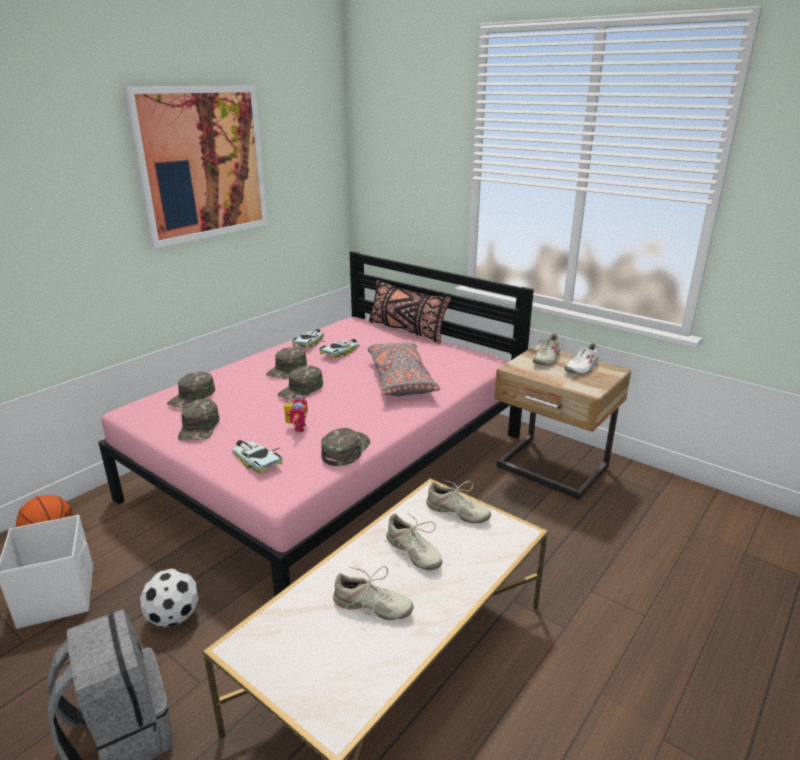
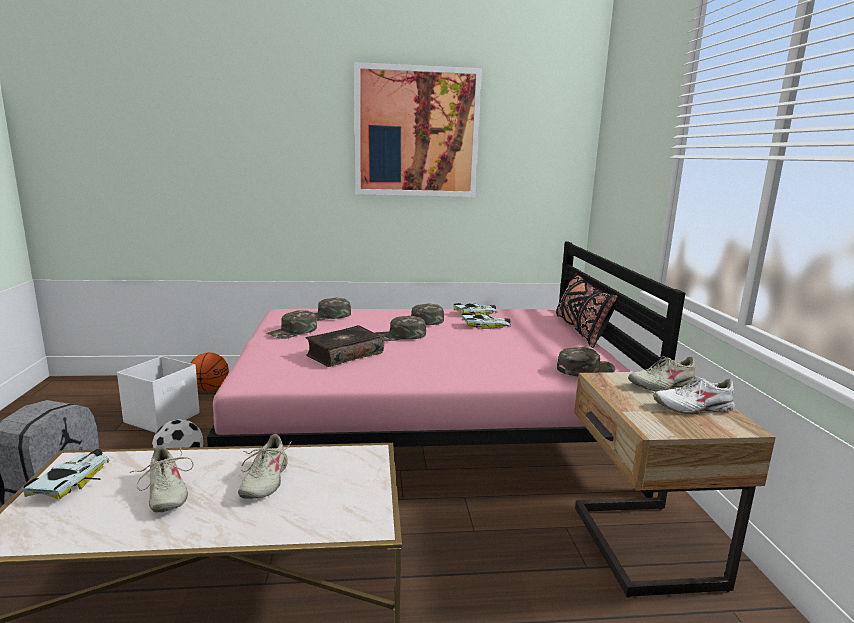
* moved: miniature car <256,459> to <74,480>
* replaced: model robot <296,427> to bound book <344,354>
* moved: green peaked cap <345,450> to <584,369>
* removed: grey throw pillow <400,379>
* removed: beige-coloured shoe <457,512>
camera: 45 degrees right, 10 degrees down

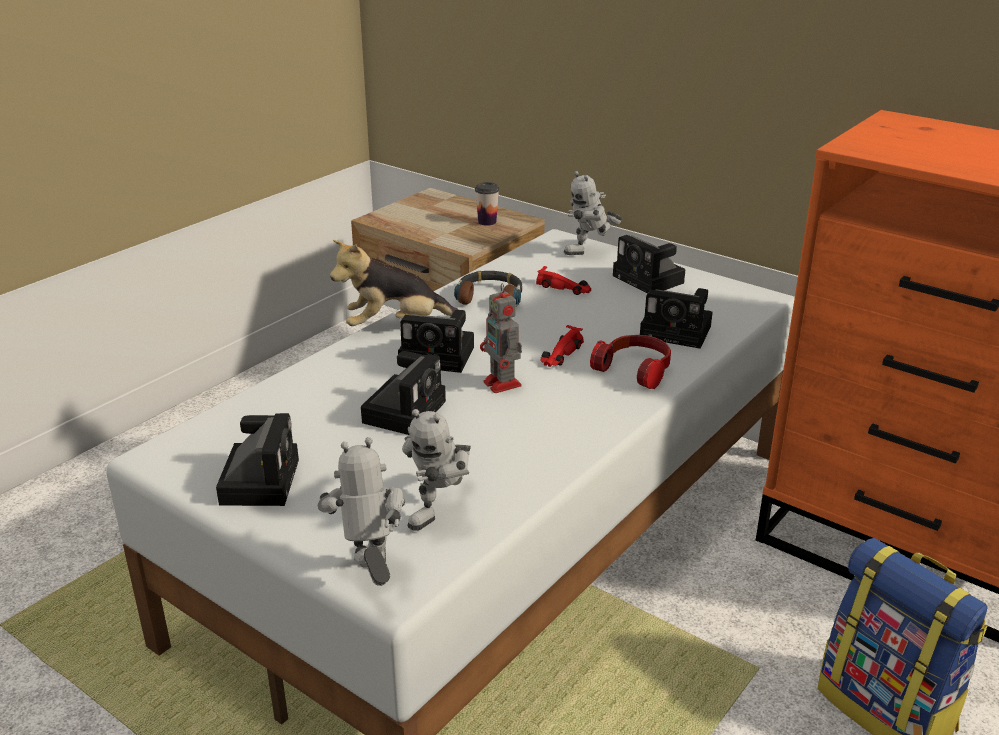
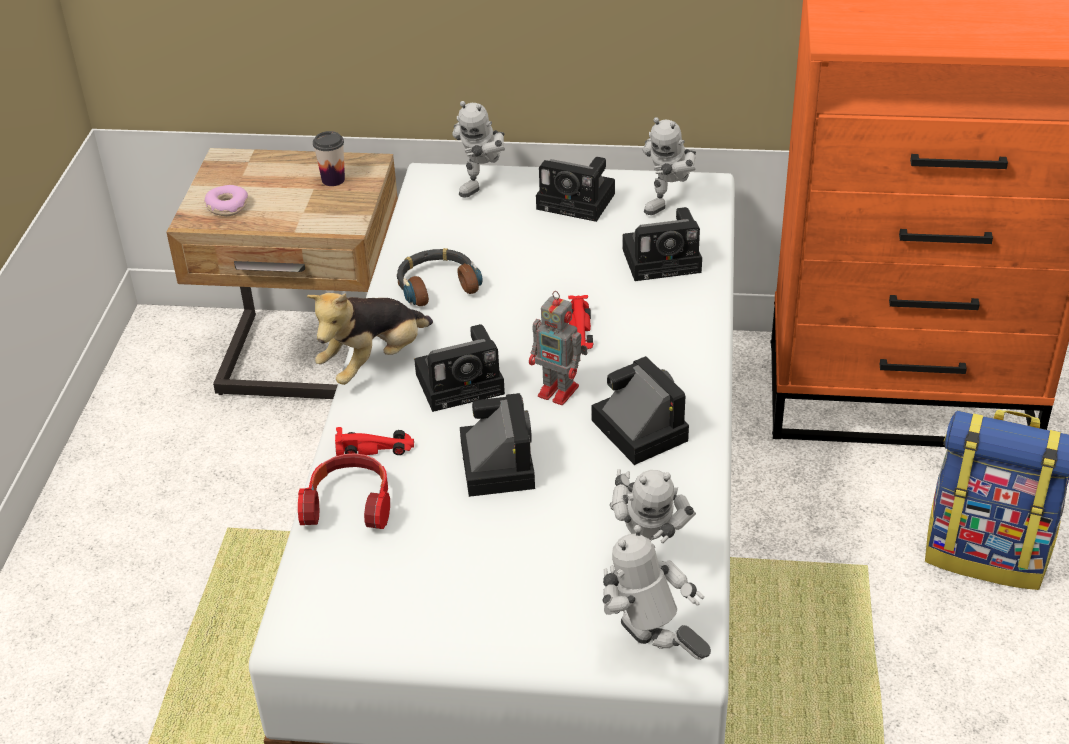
* added: ring doughnut <227,207>
* moved: pair of headphones <635,370> to <349,504>
* moved: reddish miniature car <564,288> to <375,448>
* moved: photo camera <260,479> to <636,428>
* added: model robot <671,203>
camera: 30 degrees left, 10 degrees up

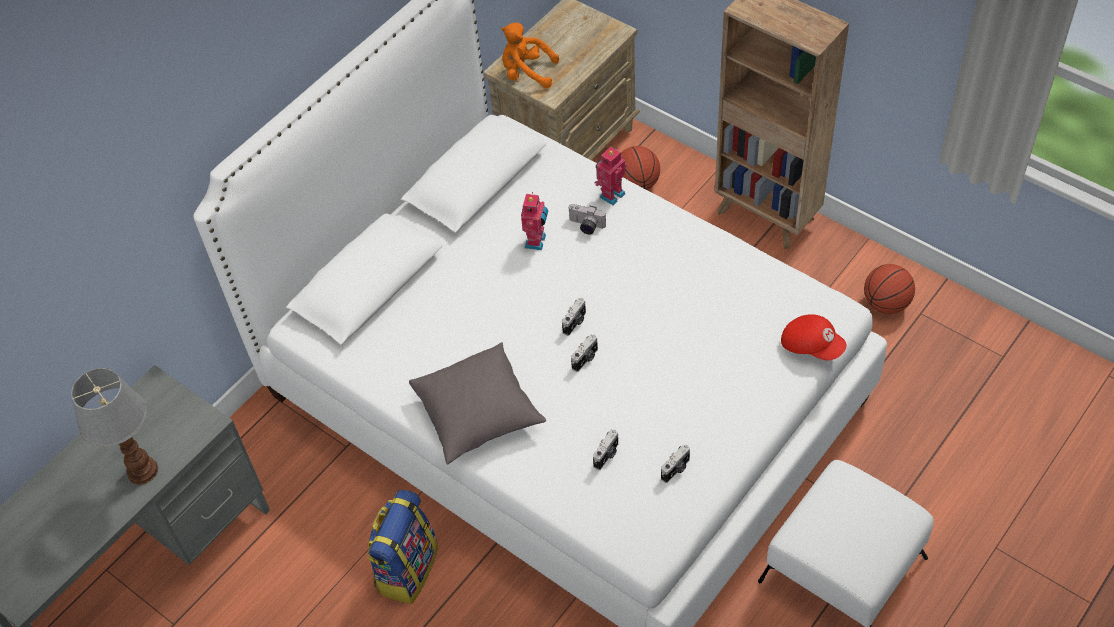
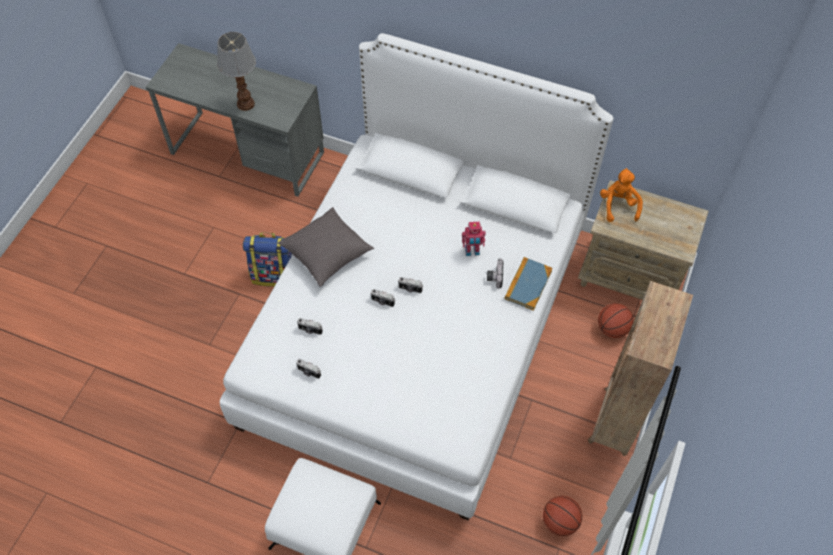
* replaced: model robot <611,194> to bound book <528,285>
* removed: reddish peaked cap <811,345>
camera: 70 degrees right, 5 degrees up

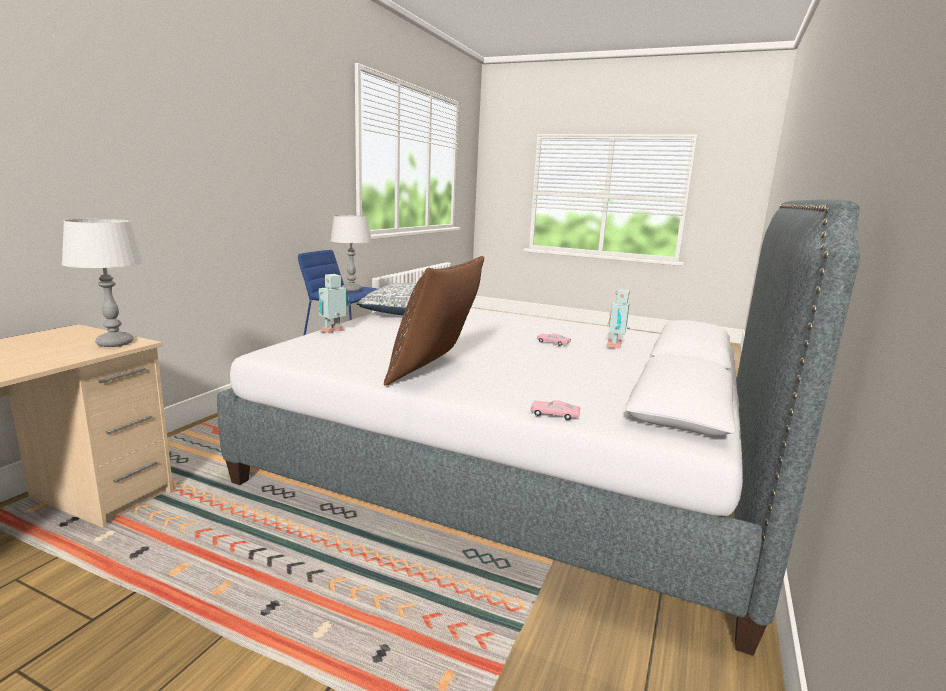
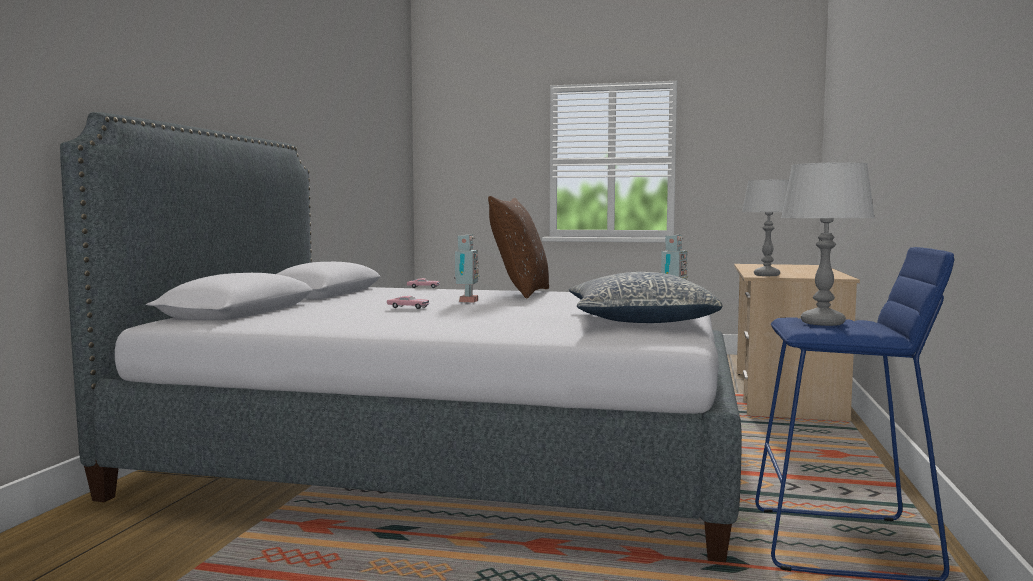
* moved: model robot <616,346> to <466,302>
camera: 170 degrees right, 10 degrees down

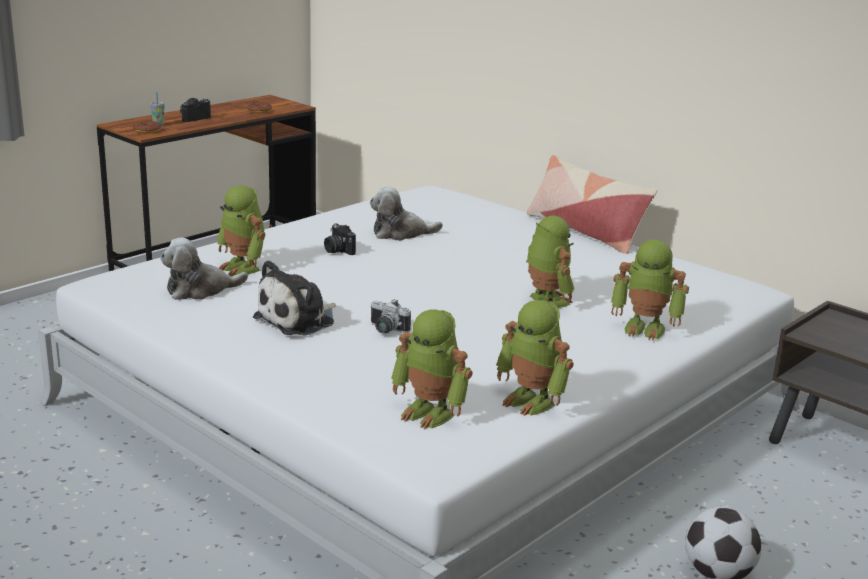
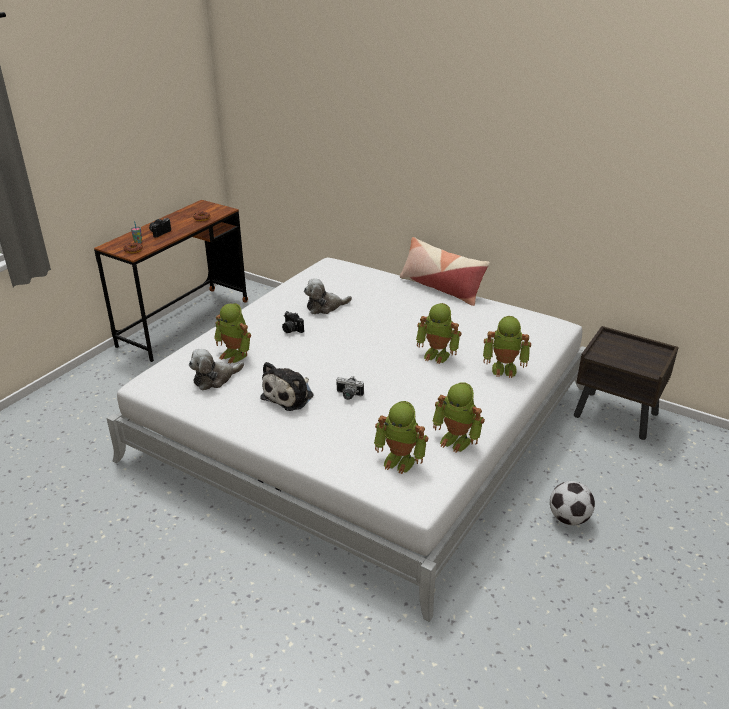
* turned: model robot <545,301> = <437,354> 150 degrees clockwise
camera: 10 degrees left, 10 degrees up

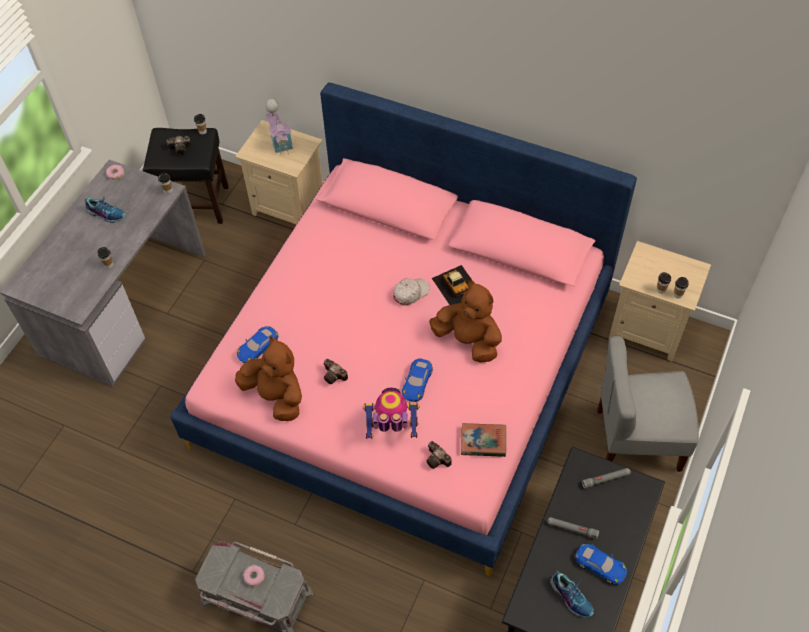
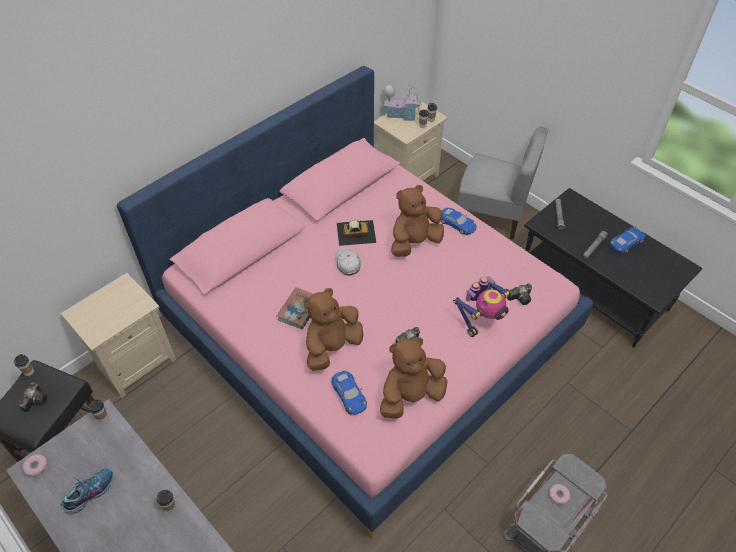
* moved: bound book <483,442> to <299,310>
* added: brown plush toy <332,347>
* moved: miniature house <280,140> to <402,115>
* moved: blue miniature car <417,382> to <457,223>
* turned: model robot <392,430> = <482,319> 150 degrees counterclockwise
* turned: grey upright chair <637,438> = <491,215> 90 degrees counterclockwise
* removed: shoe <571,597>
camera: 70 degrees left, 5 degrees down

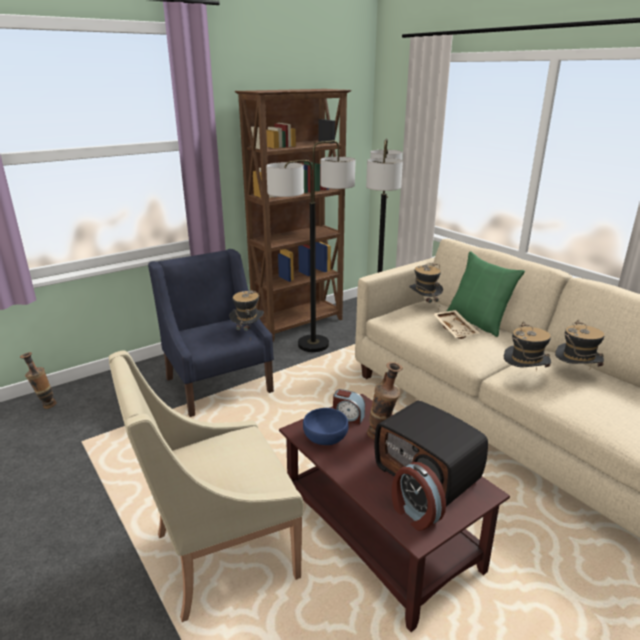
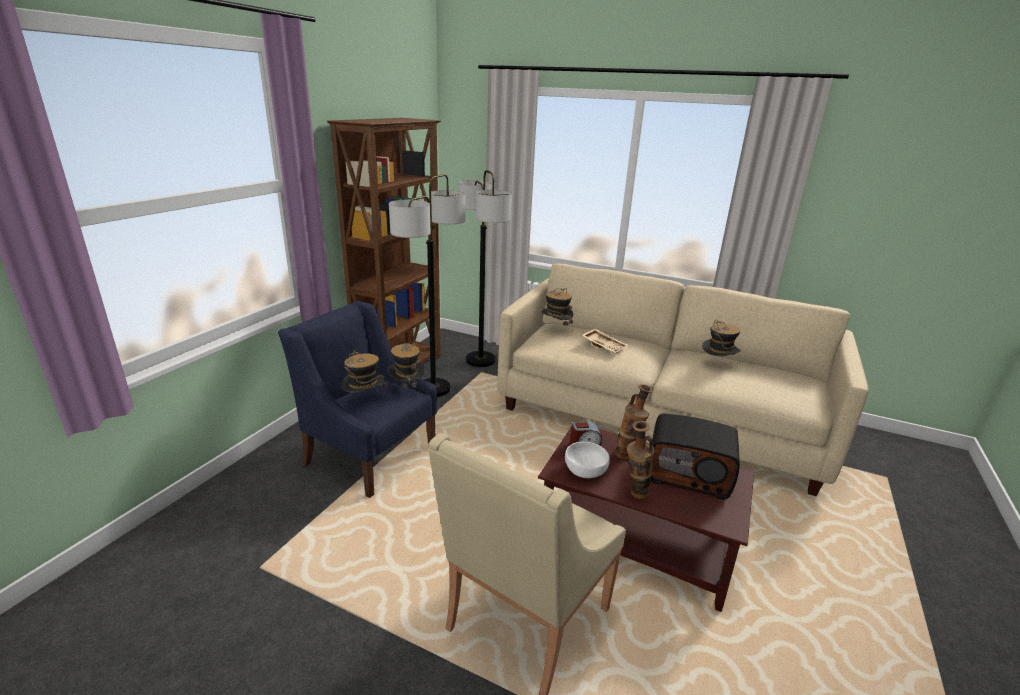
* moved: wearable hat <523,378> to <365,401>
* recoloured: blue deep dish <324,437> to white deep dish <585,470>
* moved: flower vase <45,406> to <634,495>
* removed: bedside clock <414,514>
* removed: green throw pillow <478,322>
camera: 30 degrees left, 0 degrees up

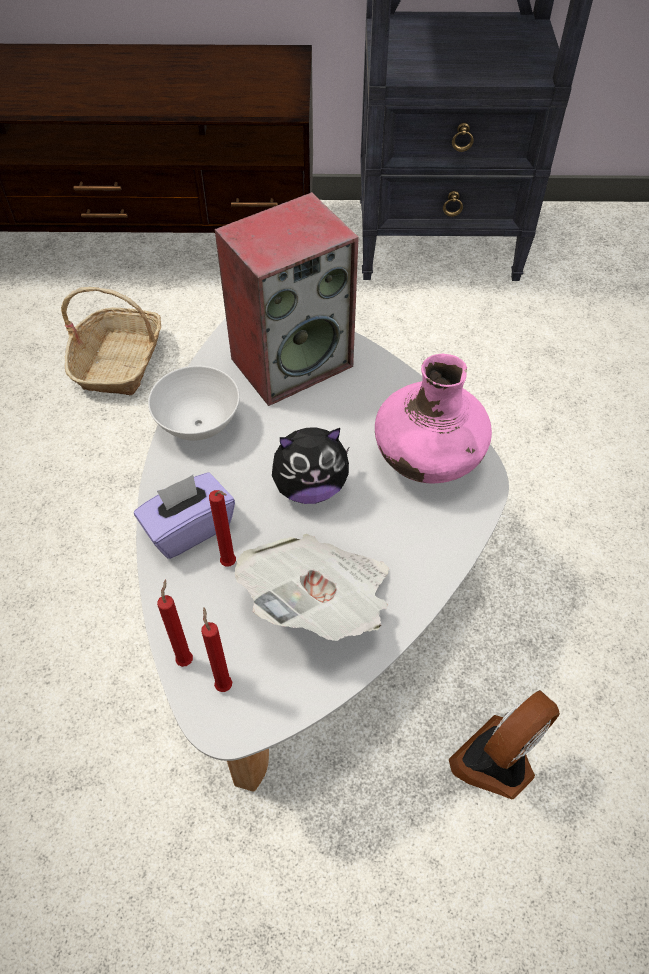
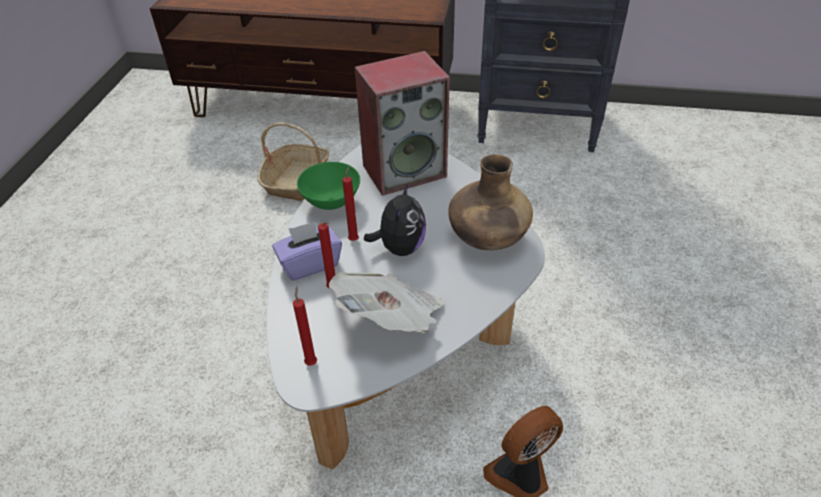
* recoloured: white deep dish <199,425> to green deep dish <332,203>
* moved: reddish wax candle <185,658> to <354,239>
* turned: plush toy <310,487> = <400,247> 75 degrees counterclockwise
* recoloured: pink-coloured flower vase <427,460> to brown flower vase <487,239>
camera: 10 degrees right, 10 degrees down

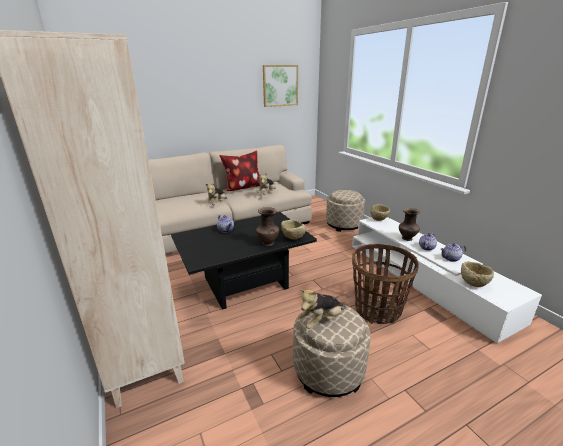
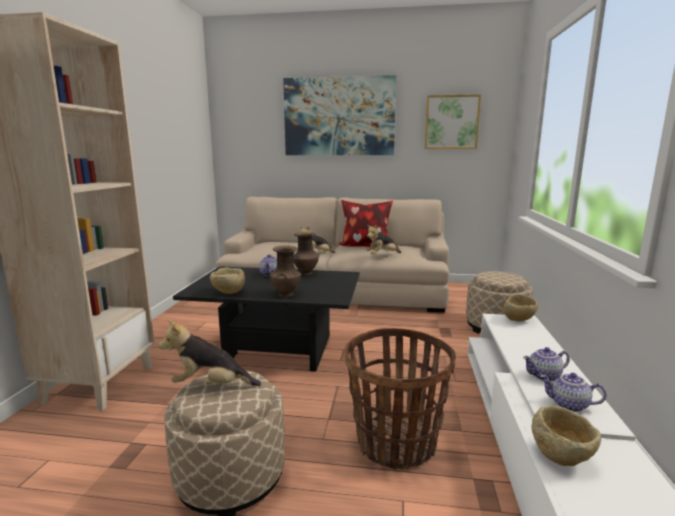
* moved: beige-coloured deep dish <292,238> to <228,292>
* added: wall picture <339,117>
* moved: brown flower vase <407,239> to <305,273>
camera: 35 degrees right, 10 degrees down

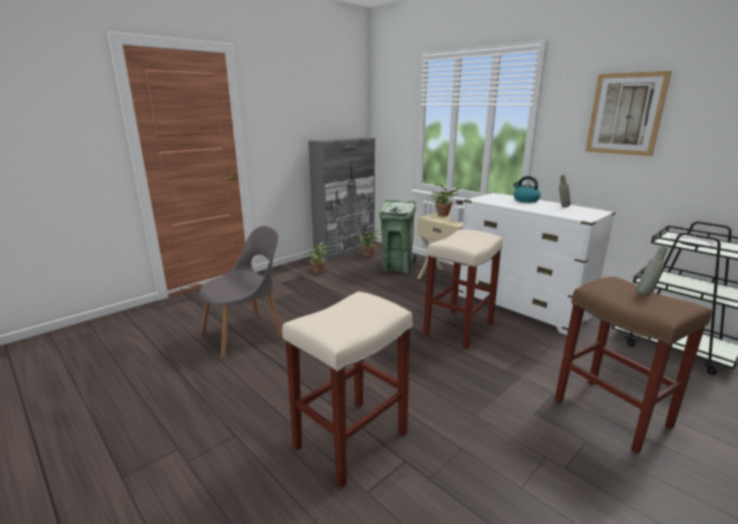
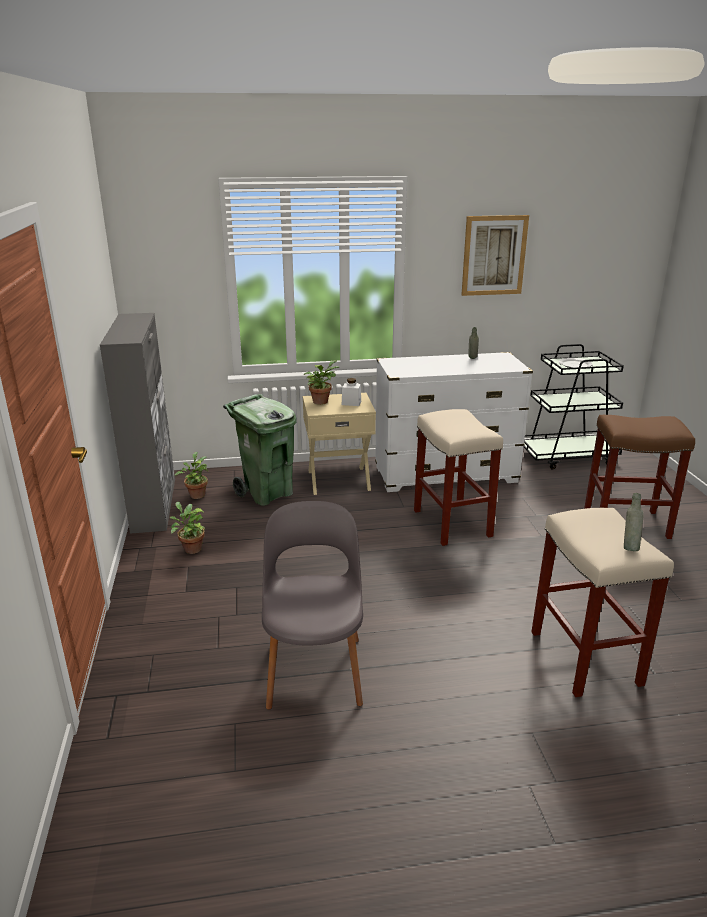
* moved: grey beverage bottle <646,294> to <629,547>
* removed: kettle <525,200>
camera: 55 degrees left, 5 degrees up

